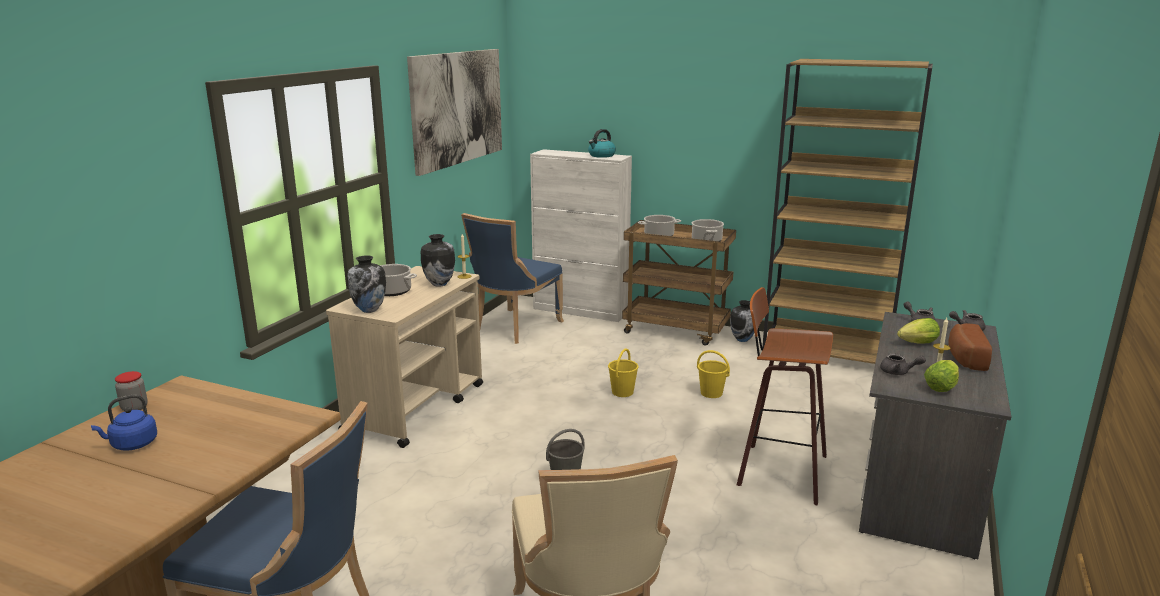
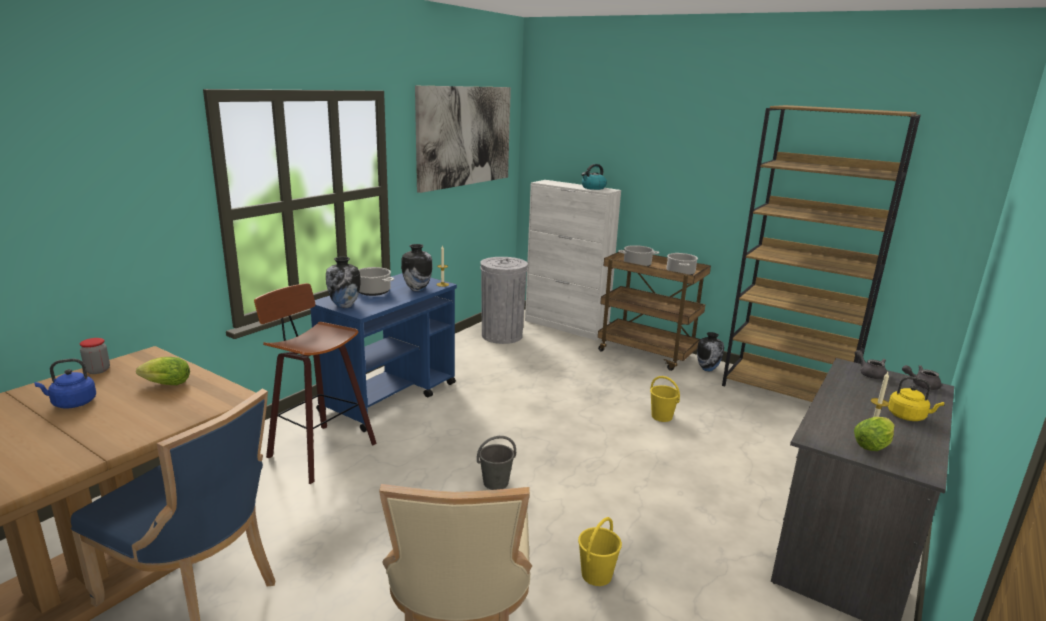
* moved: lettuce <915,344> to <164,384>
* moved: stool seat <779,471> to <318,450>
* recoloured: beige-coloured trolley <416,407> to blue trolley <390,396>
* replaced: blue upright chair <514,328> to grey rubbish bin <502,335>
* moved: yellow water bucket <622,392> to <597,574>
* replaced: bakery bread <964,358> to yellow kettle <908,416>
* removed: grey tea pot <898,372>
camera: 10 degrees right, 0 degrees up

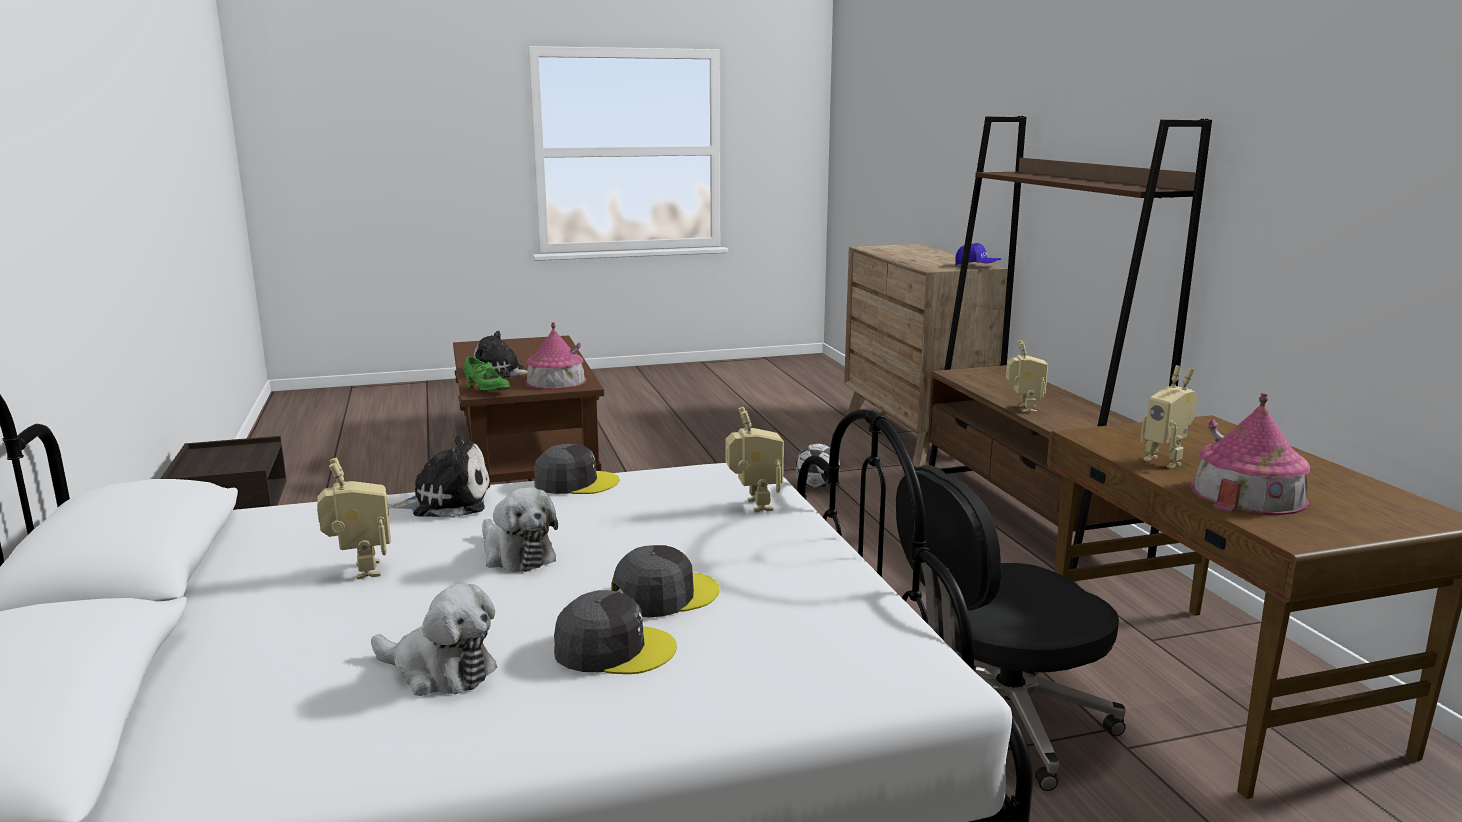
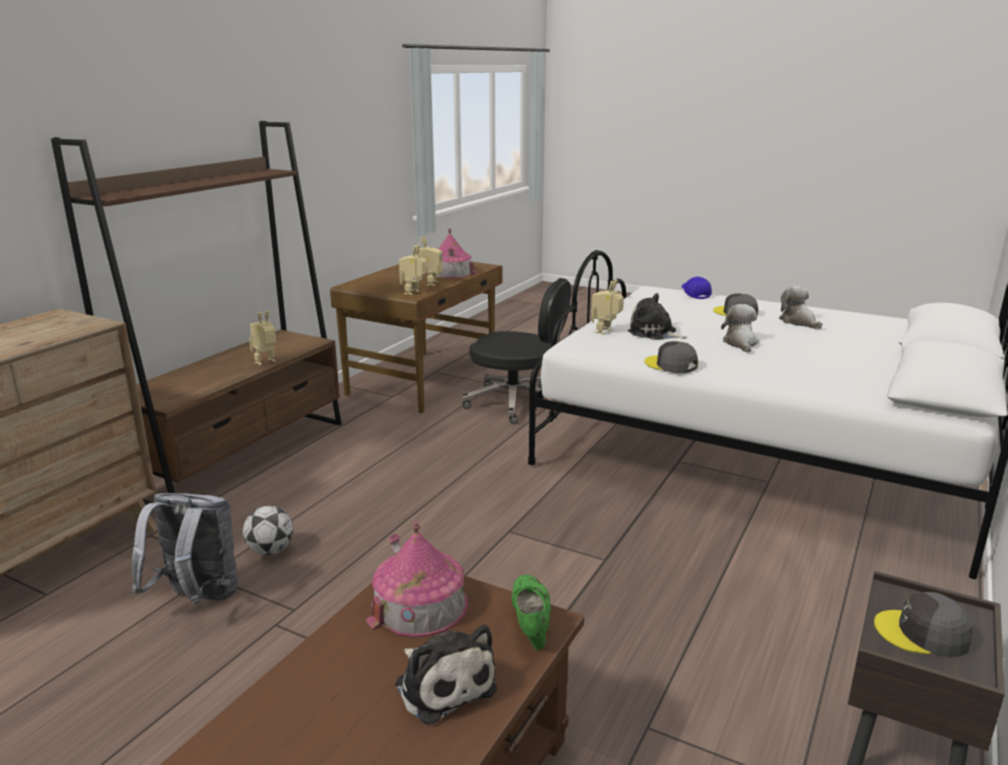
* added: grey knapsack <197,599>
* moved: model robot <360,571> to <414,293>
* moved: plush toy <446,502> to <654,333>
* moved: blue peaked cap <977,266> to <695,294>
* moved: grey peaked cap <664,595> to <922,633>
camera: 135 degrees left, 5 degrees up

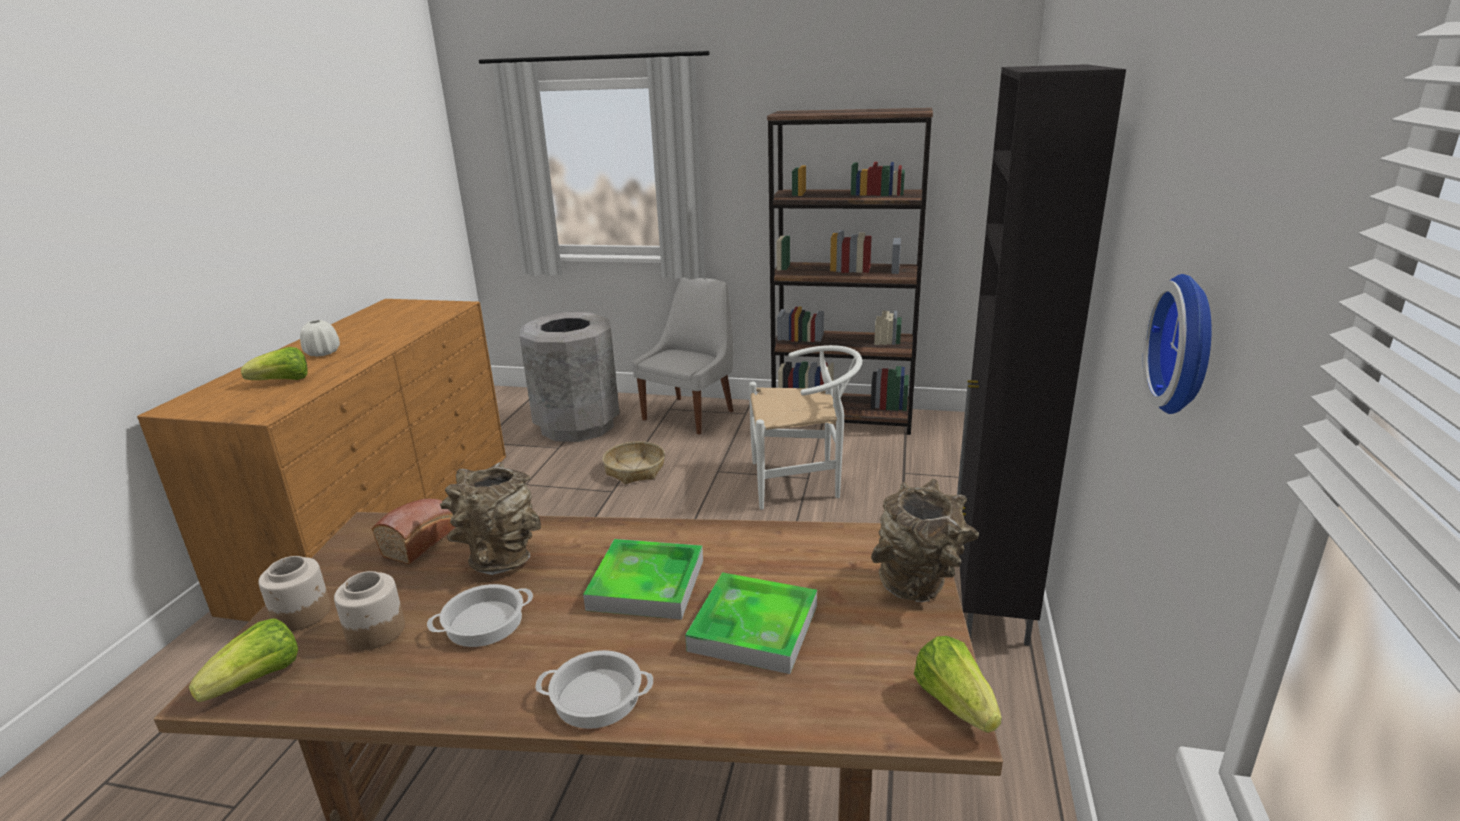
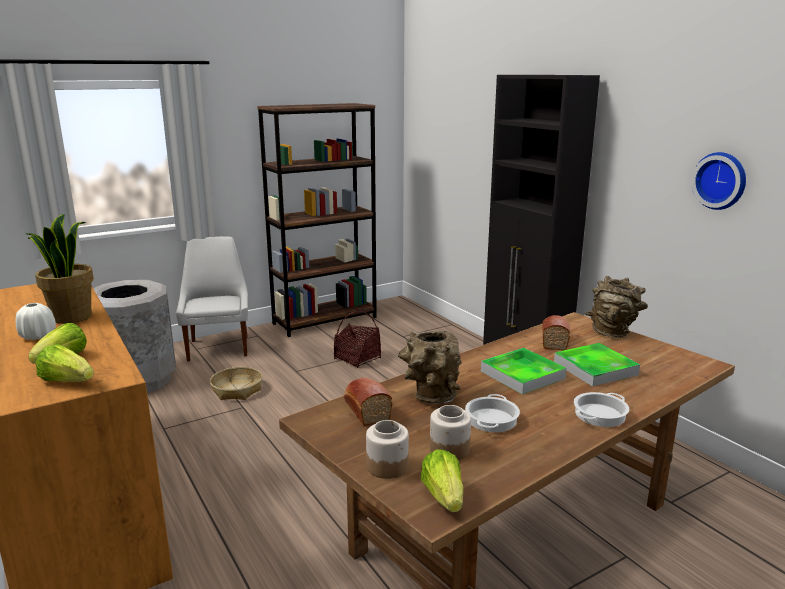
* added: potted plant <71,317>
* moved: lettuce <955,703> to <67,381>
* replaced: white upright chair <803,482> to household basket <357,359>
* added: bakery bread <554,340>
camera: 45 degrees left, 5 degrees down

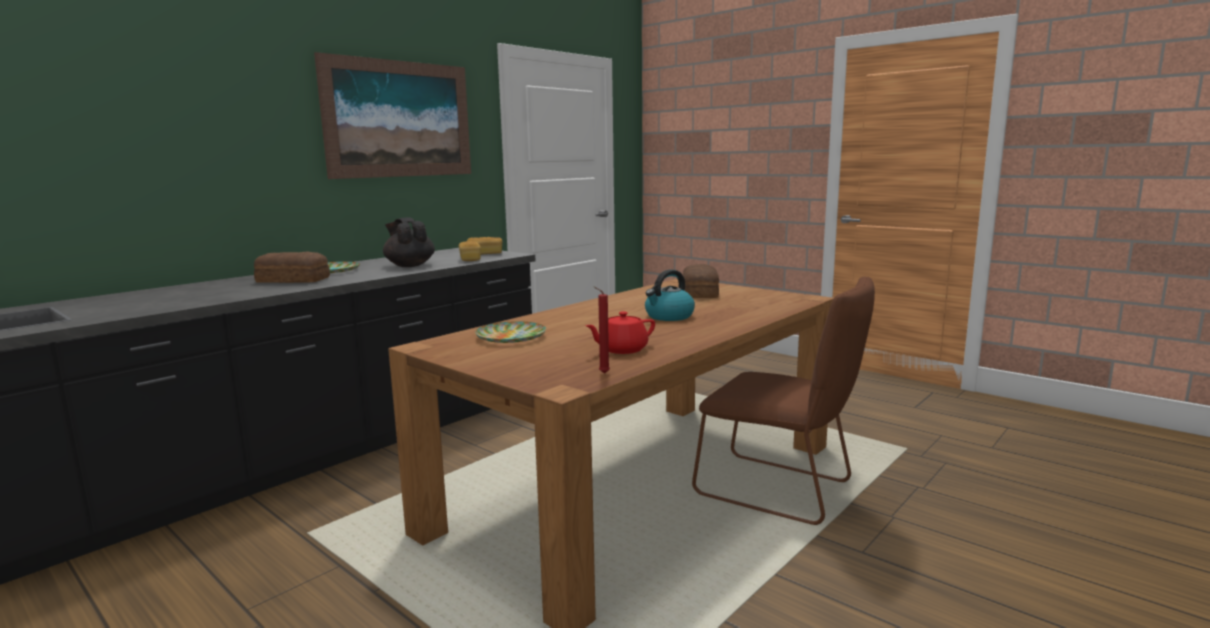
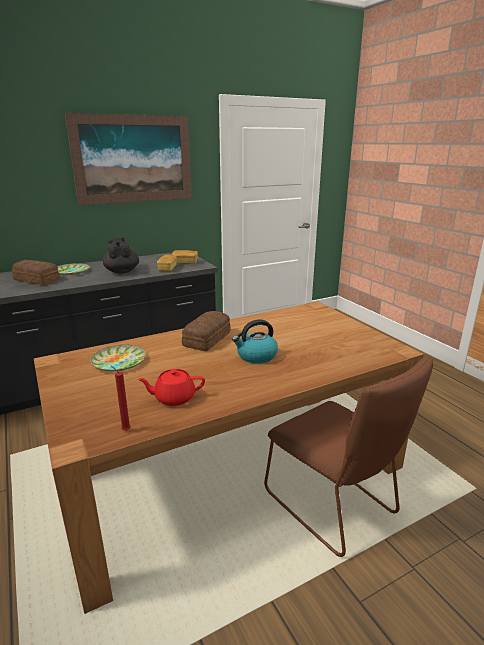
* moved: bakery bread <701,292> to <208,339>
camera: 20 degrees right, 10 degrees up

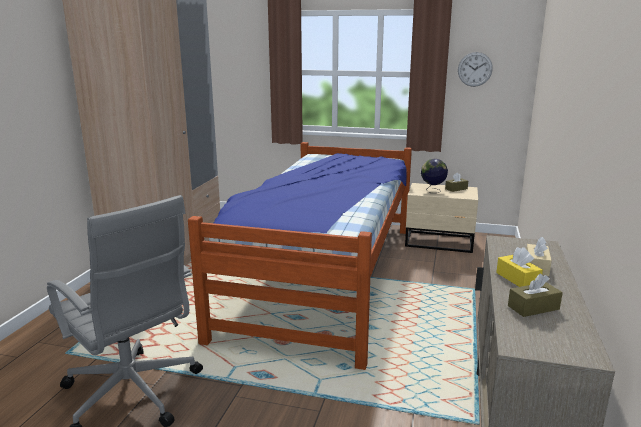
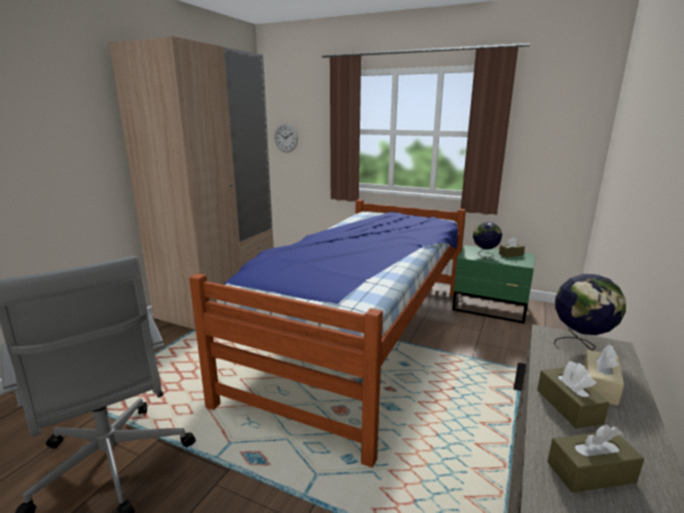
* moved: wall clock <475,69> to <286,138>
* recoloured: beige-coloured nightstand <440,242> to green nightstand <490,308>
* recoloured: yellow tissue box <517,279> to brown tissue box <568,406>
* added: desk globe <580,345>
camera: 10 degrees right, 0 degrees up

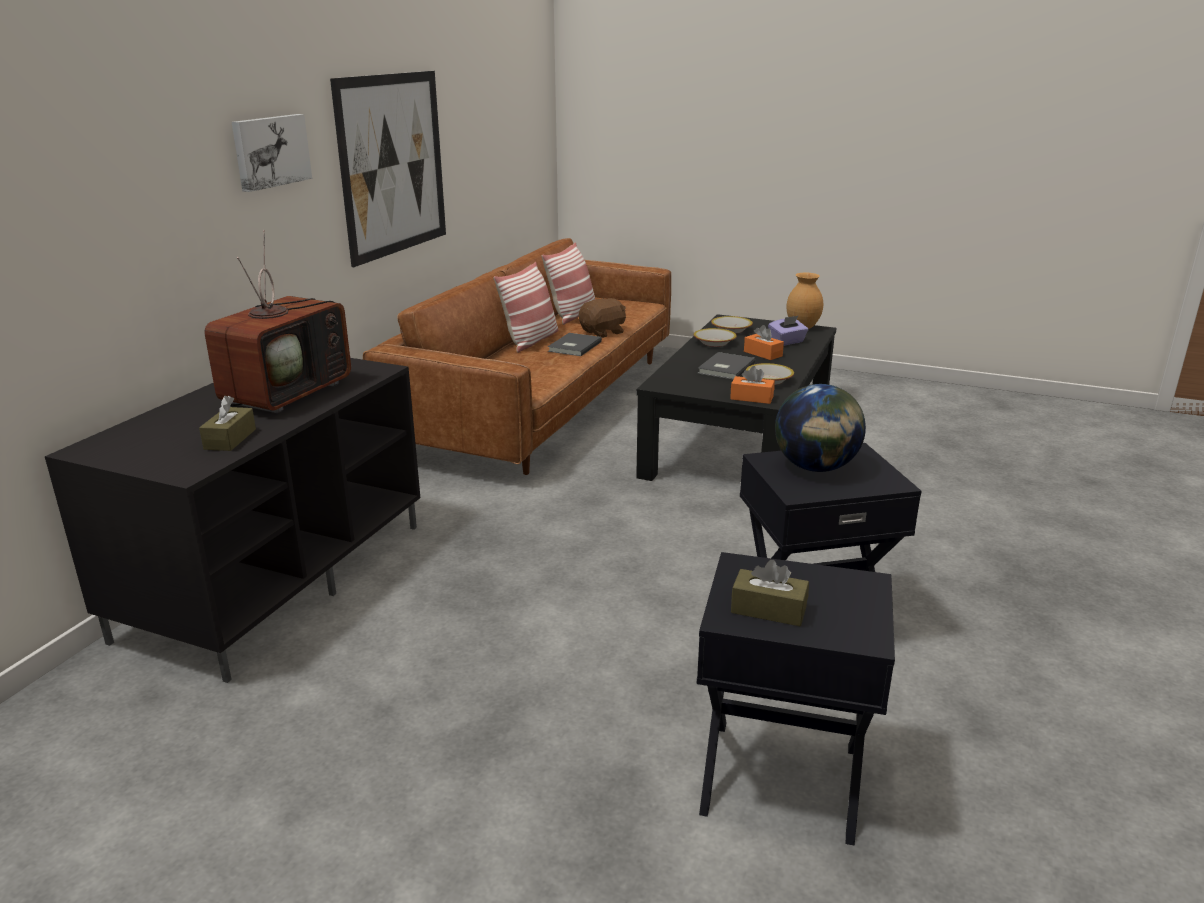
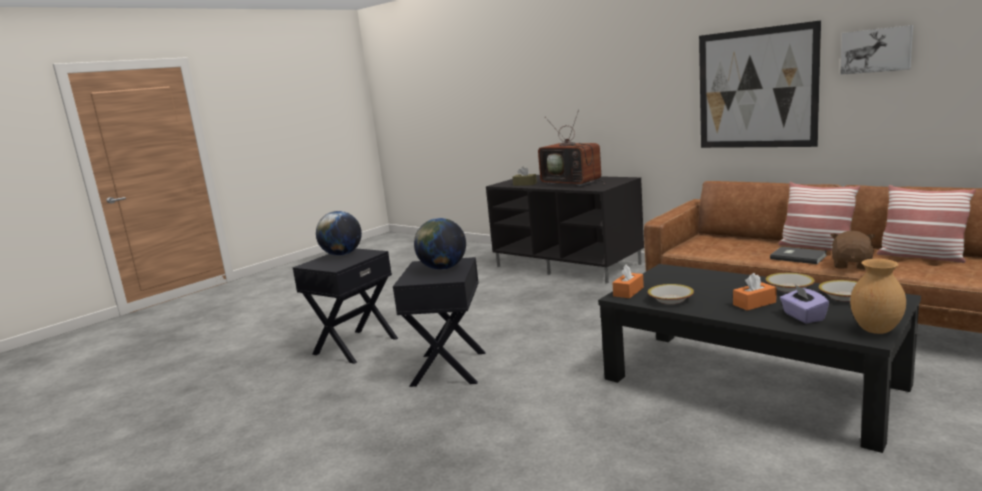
* replaced: brown tissue box <768,609> to desk globe <342,254>
* turned: brown plush toy <603,332> = <852,265> 135 degrees counterclockwise
* moved: wall picture <270,151> to <876,50>
* removed: grey bound book <724,368>
camera: 110 degrees right, 10 degrees down

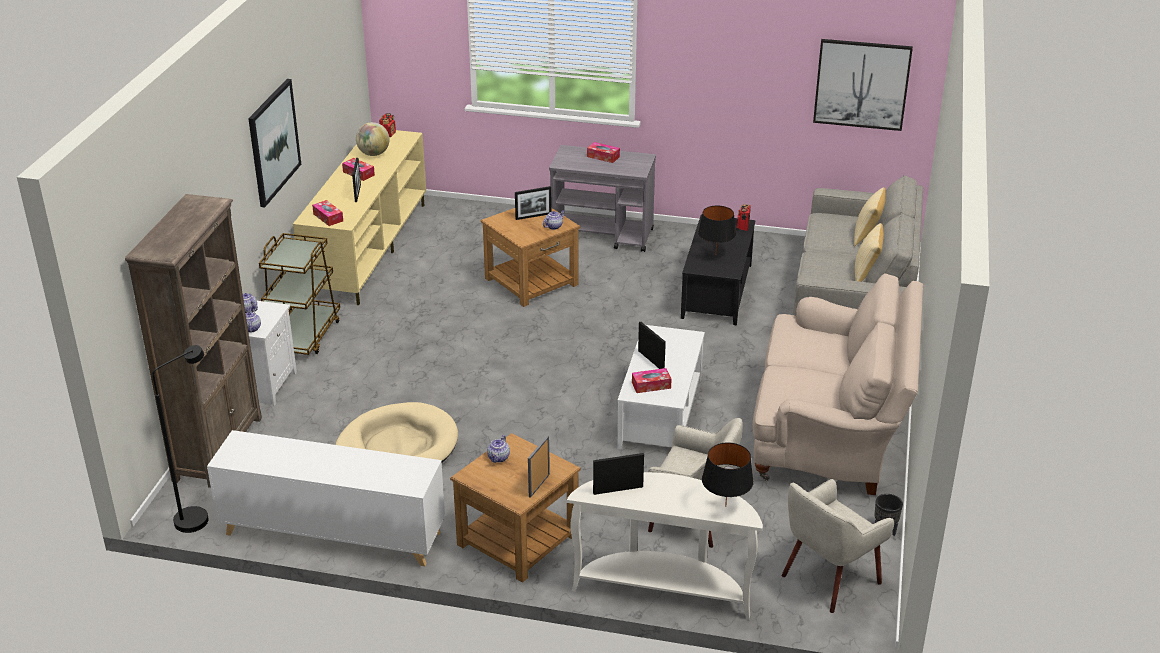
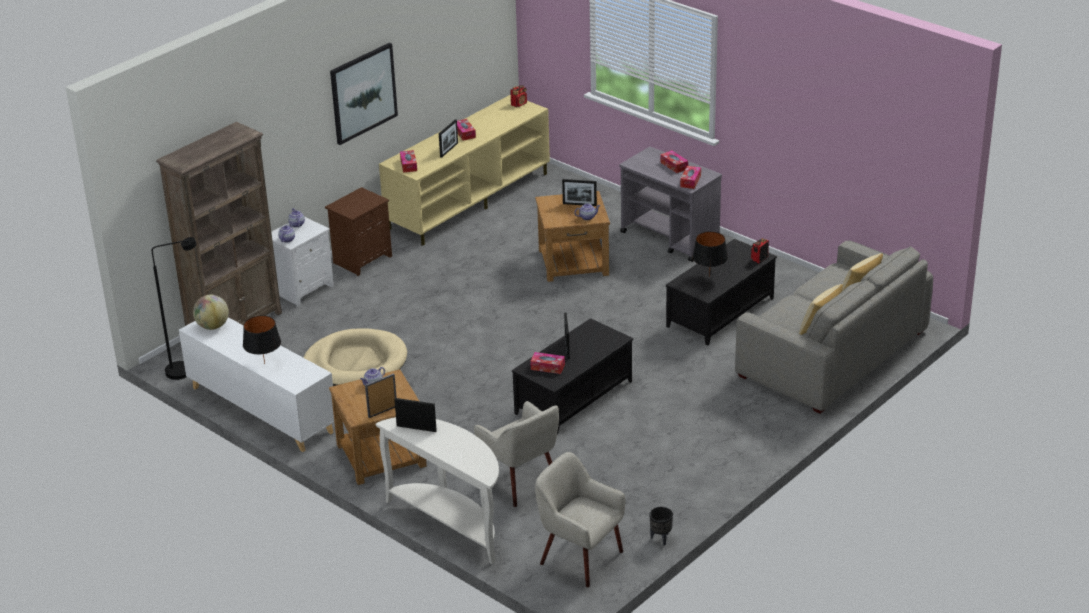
* moved: desk globe <373,154> to <212,326>
* moved: black tabletop lamp <725,506> to <264,364>
* replaced: brown trolley <304,336> to brown nightstand <362,259>
* recoloured: white low table <661,414> to black low table <574,398>
* turned: beige-coloured lounge chair <829,579> = <580,558> 45 degrees clockwise
* added: tissue box <690,181>
* removed: beige-coloured couch <831,434>
* removed: wall picture <862,84>
camera: 30 degrees right, 0 degrees up

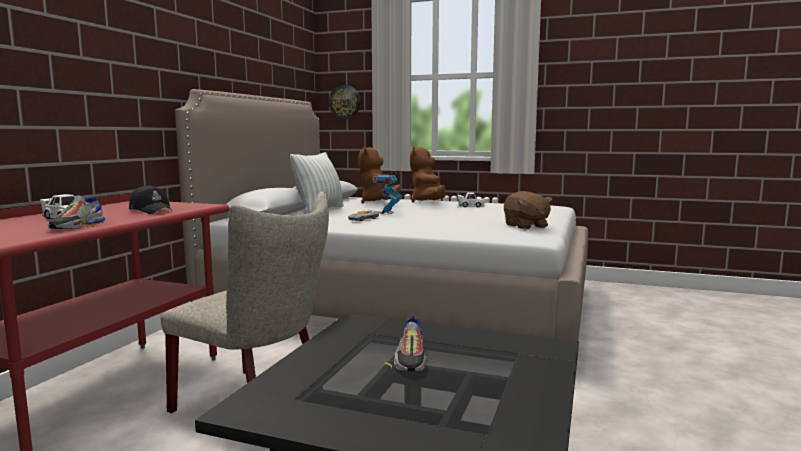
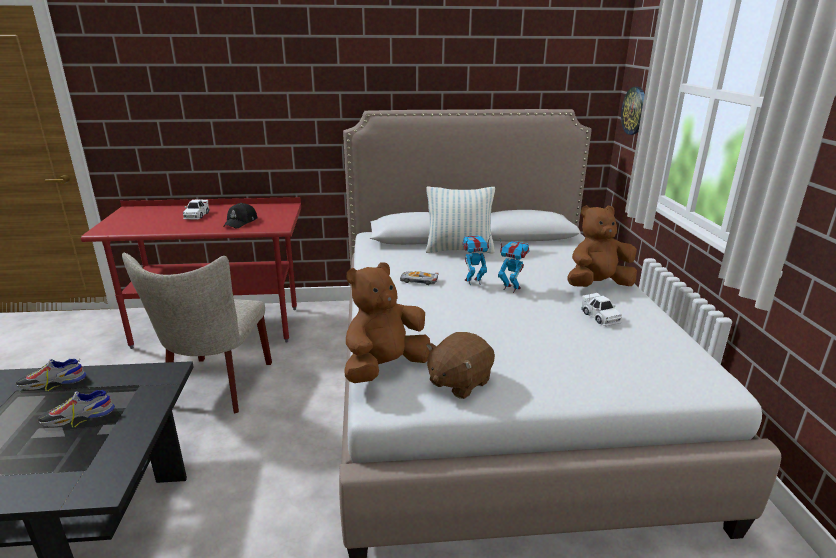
* moved: shoe <77,226> to <52,382>
* moved: brown plush toy <378,202> to <385,368>
* added: model robot <511,288>
camera: 65 degrees right, 15 degrees up

